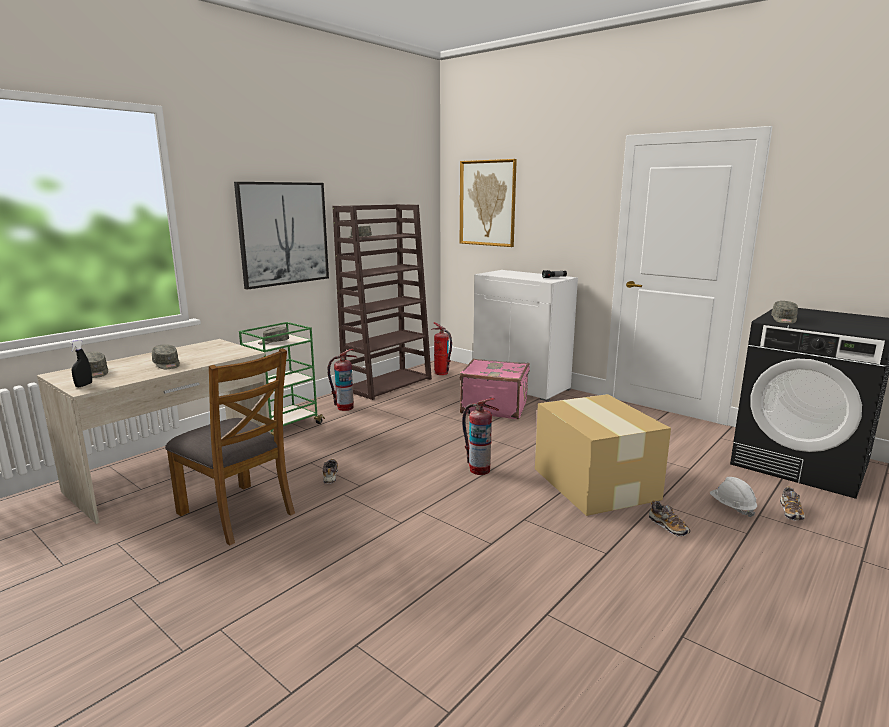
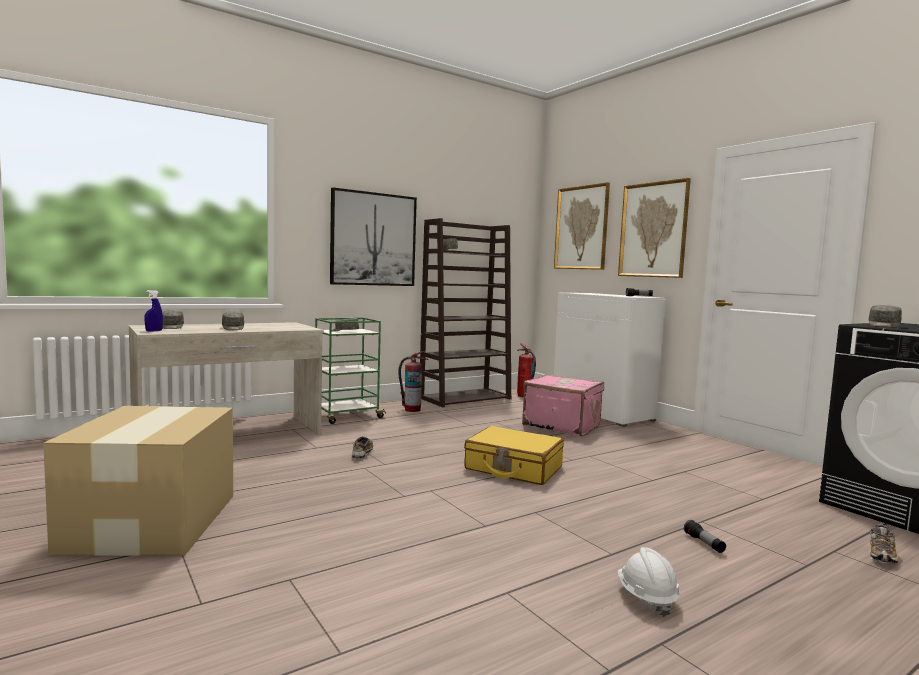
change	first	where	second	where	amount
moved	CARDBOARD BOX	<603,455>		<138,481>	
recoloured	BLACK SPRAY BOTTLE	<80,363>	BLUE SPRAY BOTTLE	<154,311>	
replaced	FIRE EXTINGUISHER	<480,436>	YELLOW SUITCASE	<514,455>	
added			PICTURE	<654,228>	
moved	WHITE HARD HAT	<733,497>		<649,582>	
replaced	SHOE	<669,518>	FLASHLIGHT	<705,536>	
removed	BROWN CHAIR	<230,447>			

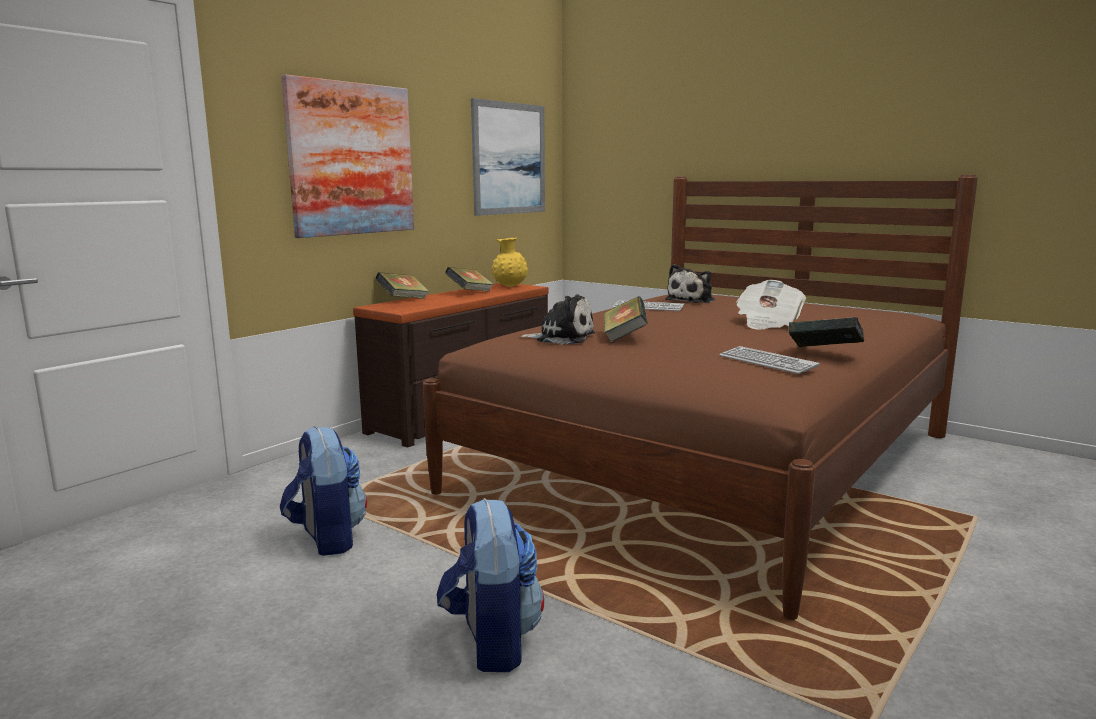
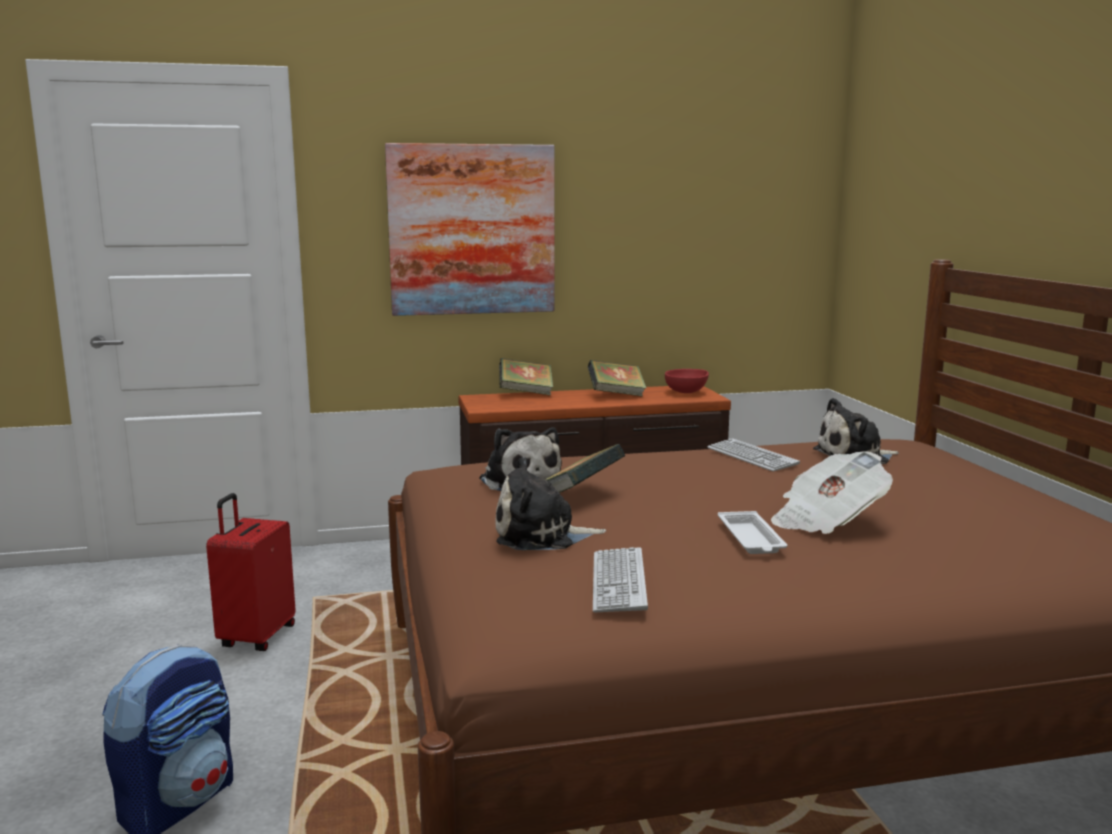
change	first	where	second	where	amount
replaced	BACKPACK	<323,491>	RED SUITCASE	<251,572>	
added			PLUSH TOY	<550,503>	
replaced	YELLOW VASE	<509,262>	RED BOWL	<687,381>	
added			WHITE TRAY	<752,532>	
removed	PICTURE	<508,157>			
removed	BOOK	<826,332>			

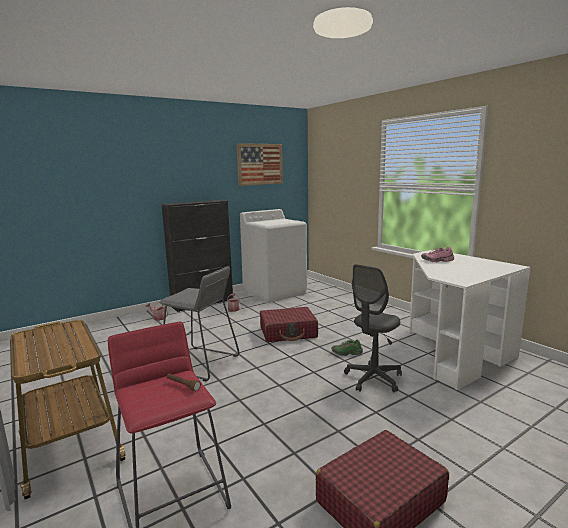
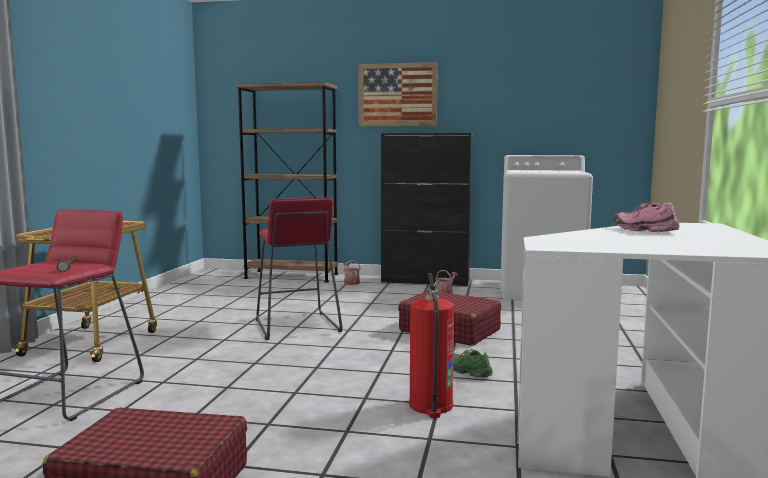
change	first	where	second	where	amount
added			BROWN BOOKCASE	<287,182>	
recoloured	GREY STOOL	<199,323>	RED STOOL	<299,269>	
moved	PICTURE	<260,164>		<398,94>	
replaced	GREY OFFICE CHAIR	<373,328>	FIRE EXTINGUISHER	<431,345>	

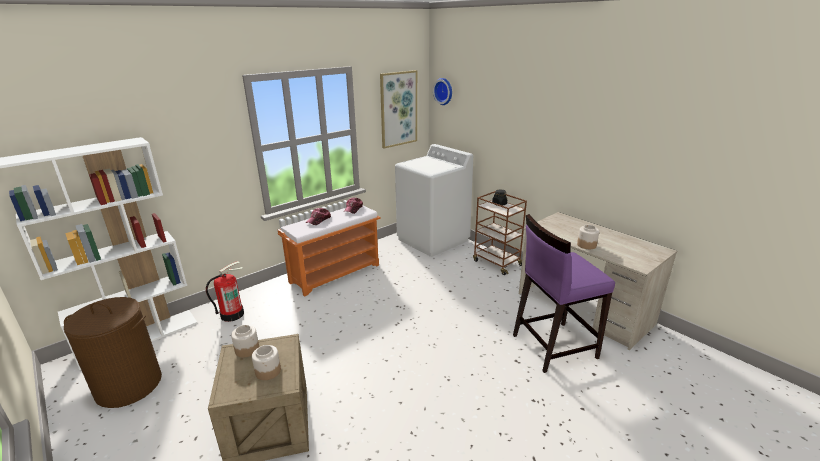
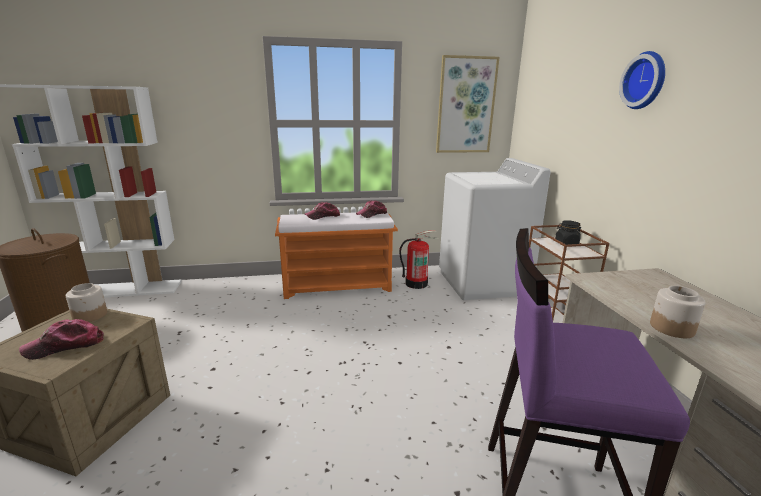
change	first	where	second	where	amount
replaced	JAR	<266,362>	CAP	<61,339>	
moved	FIRE EXTINGUISHER	<225,291>		<418,259>	
moved	WALL CLOCK	<442,91>		<642,80>	

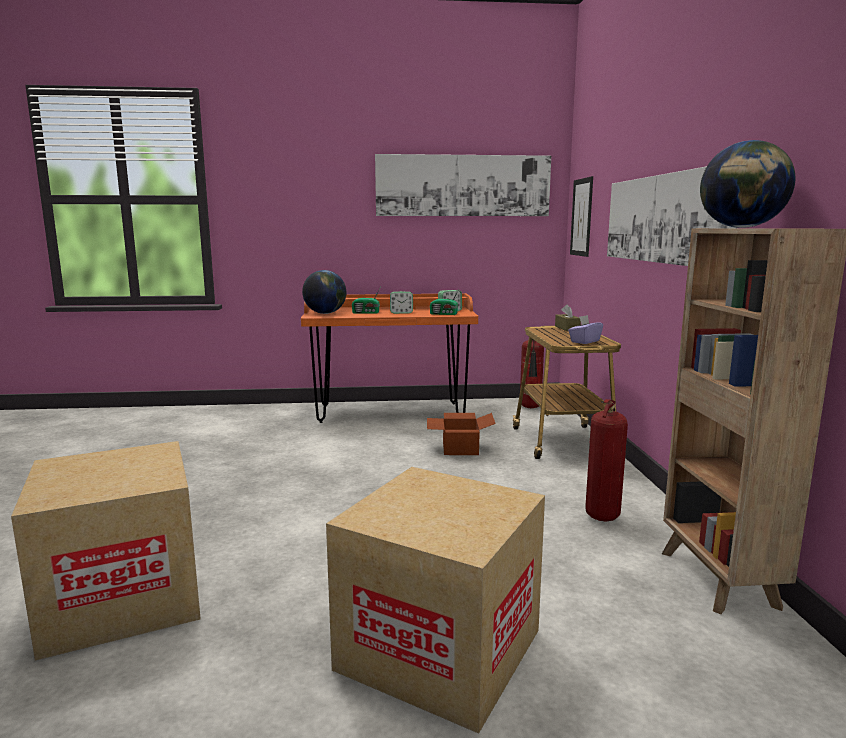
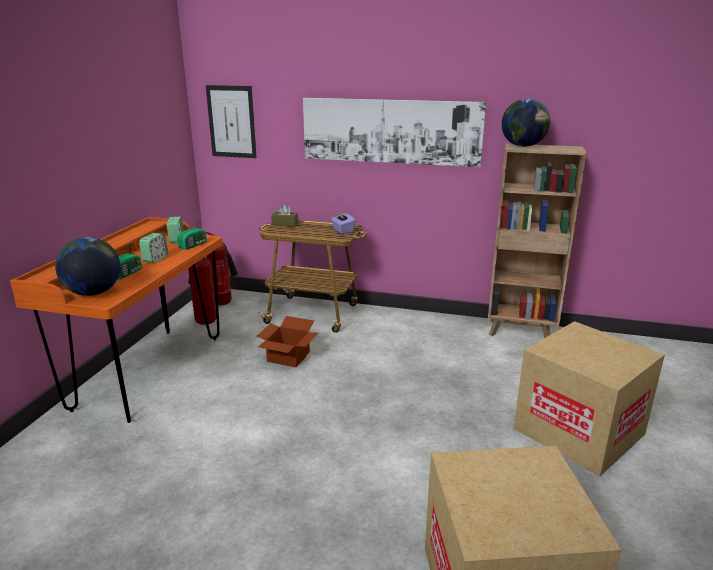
change	first	where	second	where	amount
moved	FIRE EXTINGUISHER	<607,460>		<202,291>	
removed	PICTURE	<463,185>			

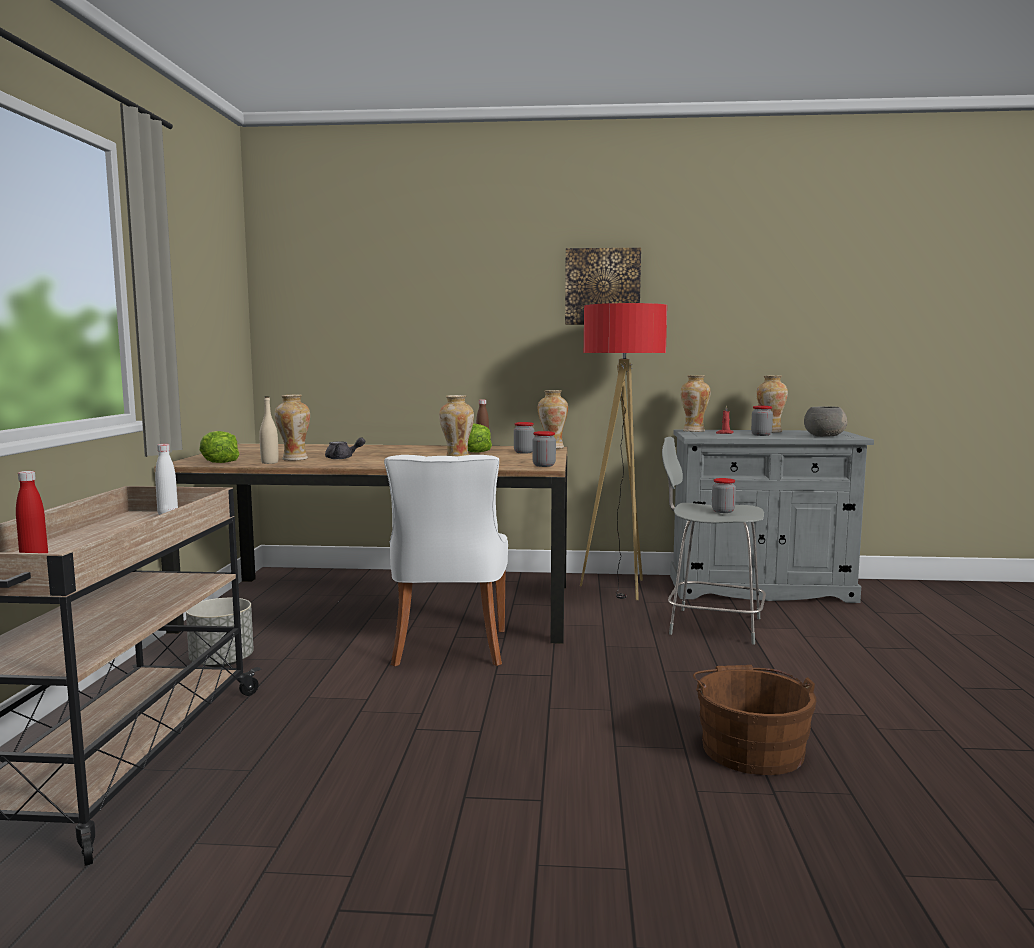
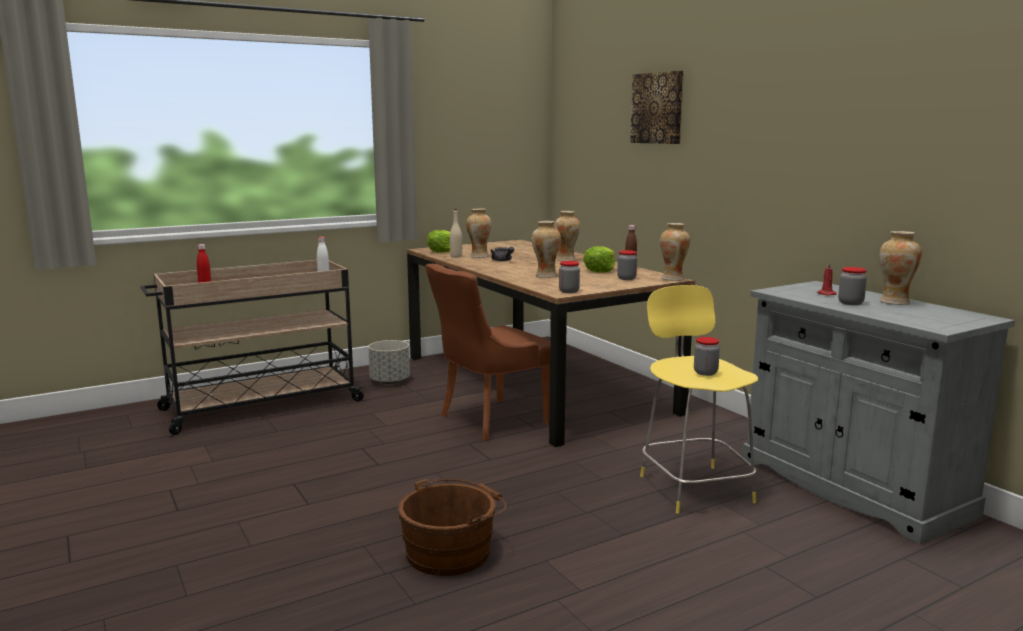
change	first	where	second	where	amount
recoloured	WHITE CHAIR	<446,560>	BROWN CHAIR	<487,352>	
moved	VASE	<695,403>		<567,236>	
moved	PICTURE	<603,286>		<657,107>	
recoloured	GREY STOOL	<714,541>	YELLOW STOOL	<699,399>	
removed	FLOOR LAMP	<623,451>			
removed	GREY BOWL	<825,421>			

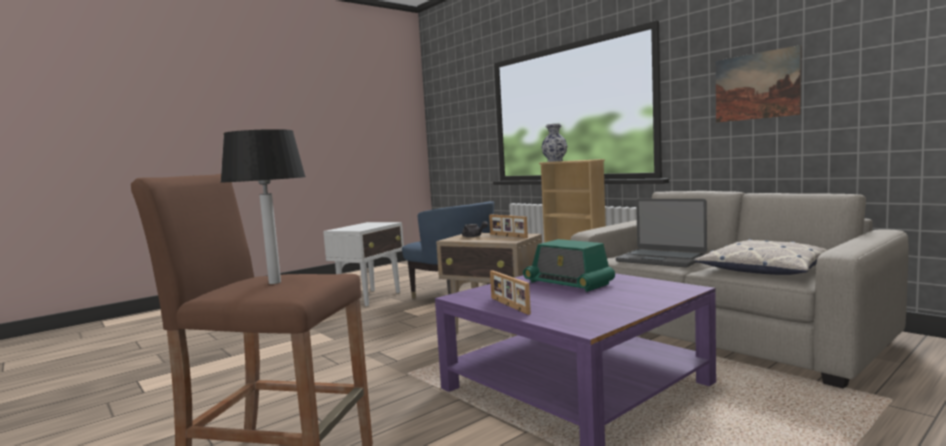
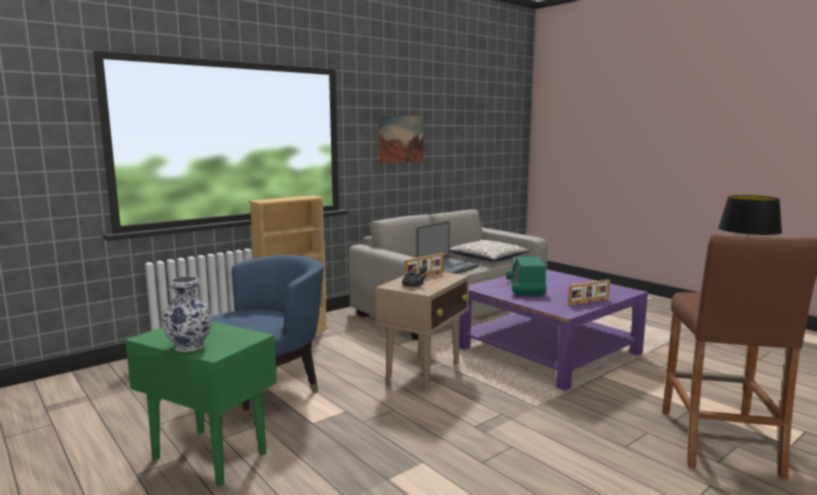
change	first	where	second	where	amount
recoloured	WHITE SIDE TABLE	<363,264>	GREEN SIDE TABLE	<201,404>	
moved	VASE	<554,143>		<187,314>	
turned	RADIO	<569,265>		<526,276>	135 degrees clockwise

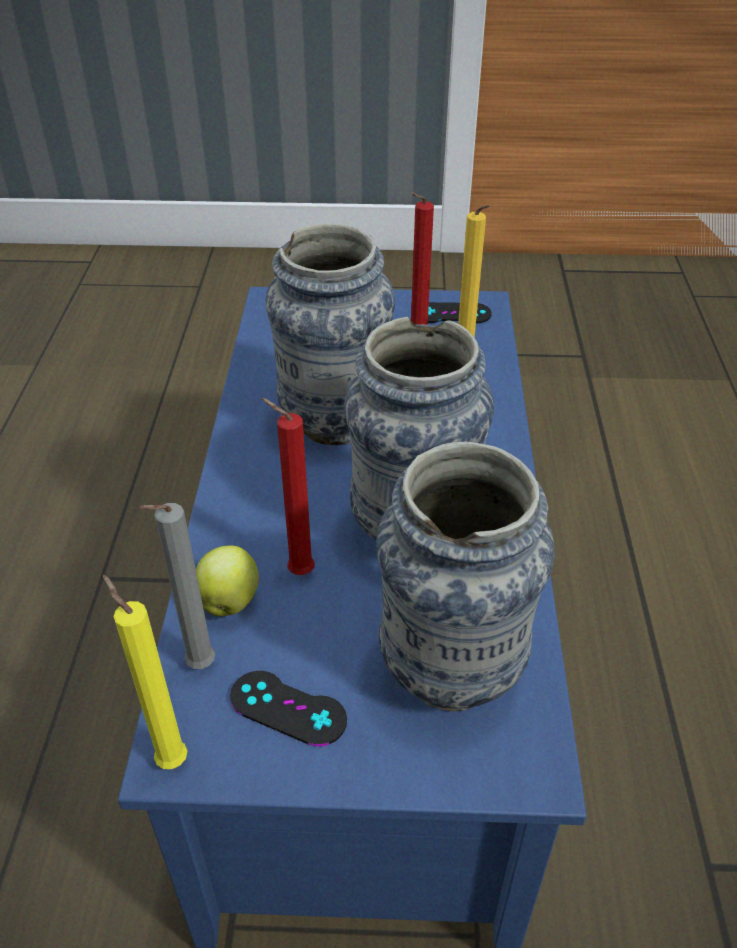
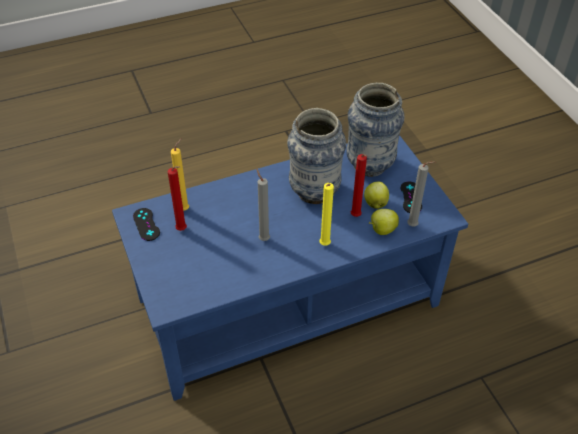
change	first	where	second	where	amount
replaced	VASE	<330,334>	GREY CANDLE	<263,204>	
moved	YELLOW CANDLE	<145,672>		<326,214>	
added			APPLE	<376,195>	

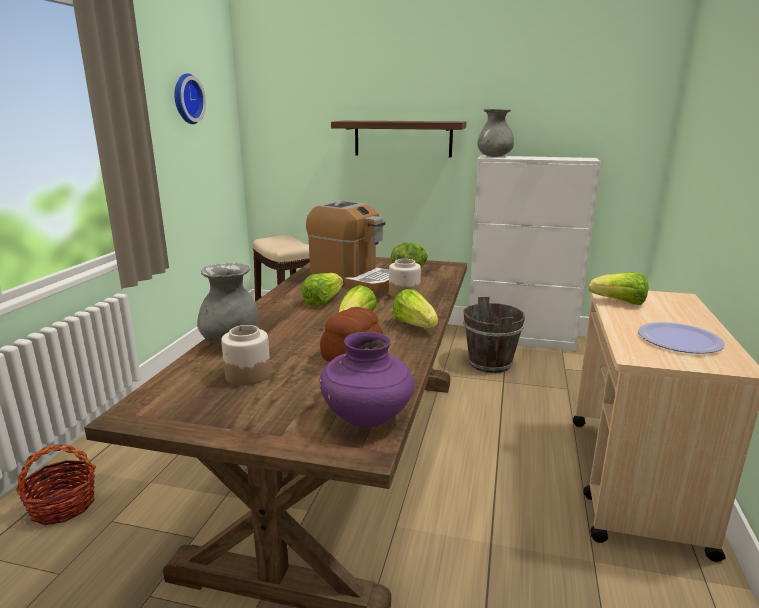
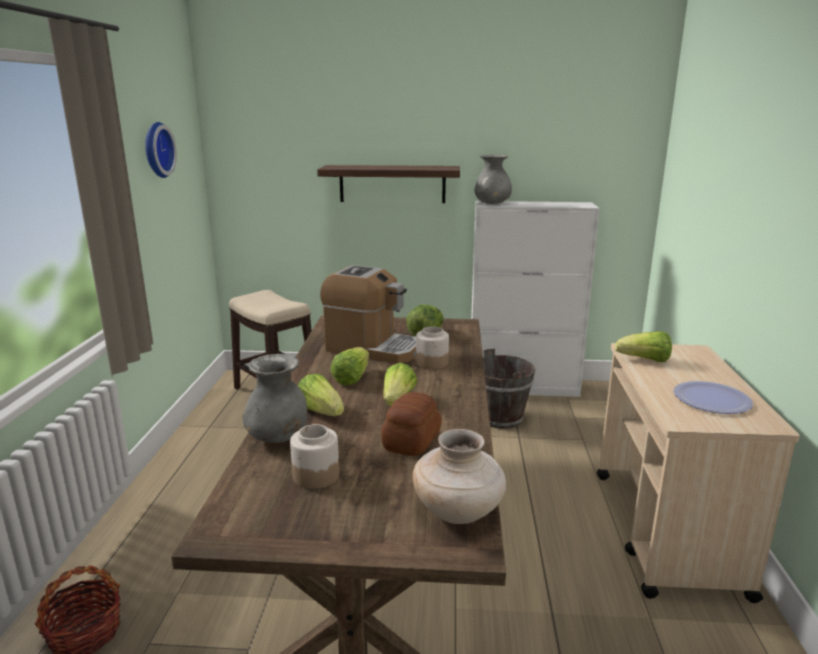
change	first	where	second	where	amount
moved	LETTUCE	<415,308>		<321,395>	
recoloured	PURPLE VASE	<366,379>	BEIGE VASE	<459,476>	

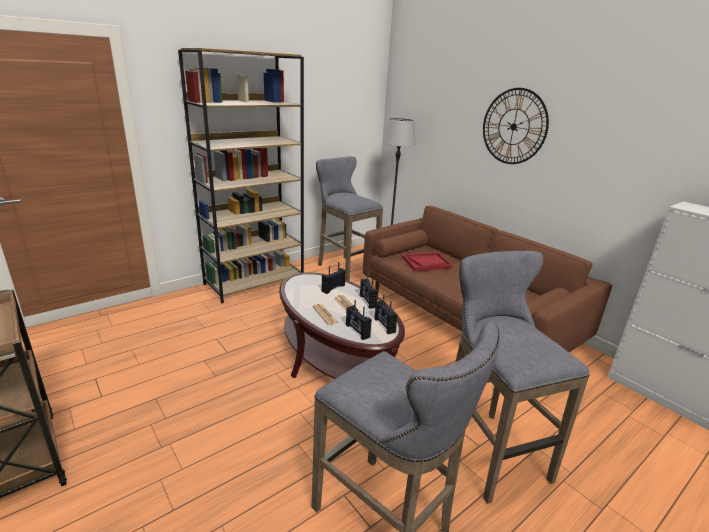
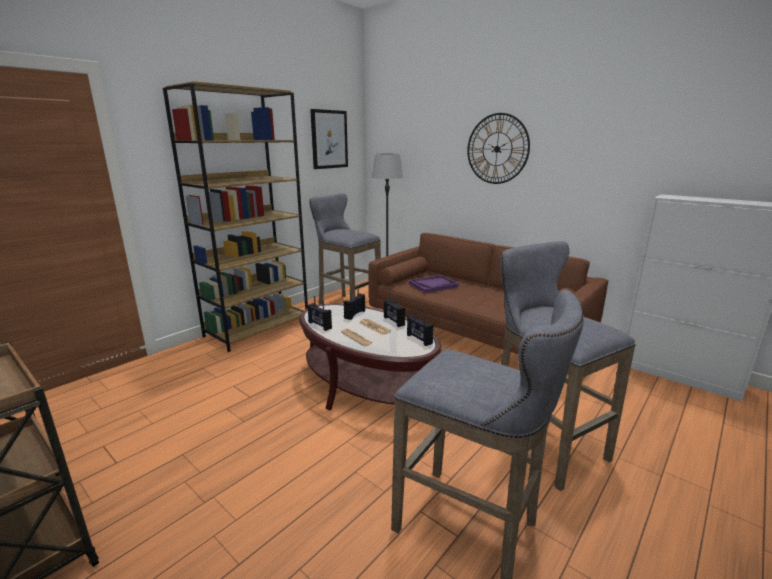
change	first	where	second	where	amount
moved	RADIO	<359,320>		<319,313>	
added			PICTURE	<329,139>	
recoloured	RED TRAY	<427,261>	PURPLE TRAY	<434,284>	

